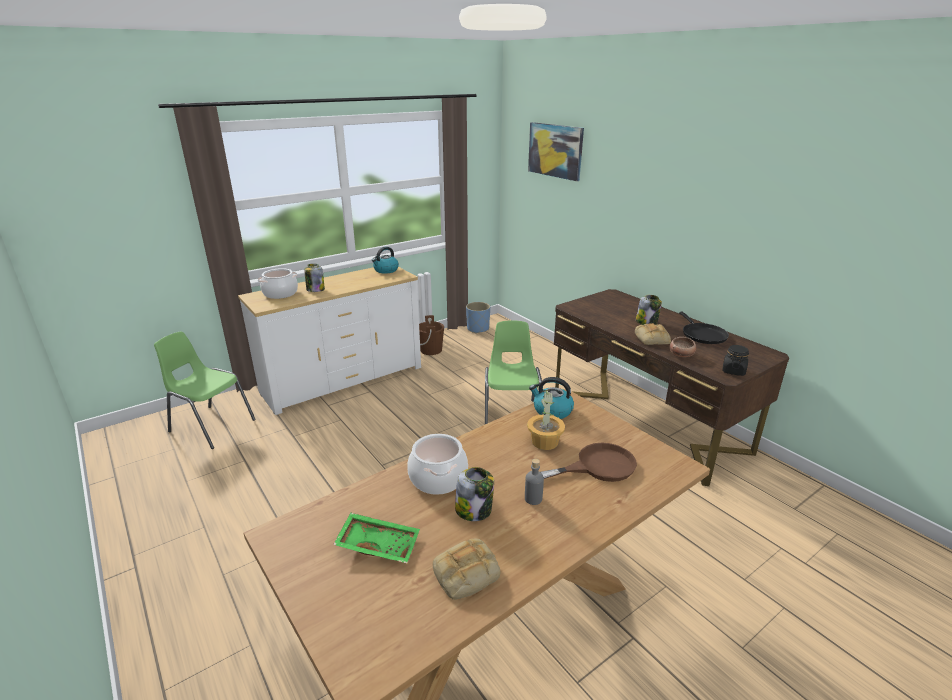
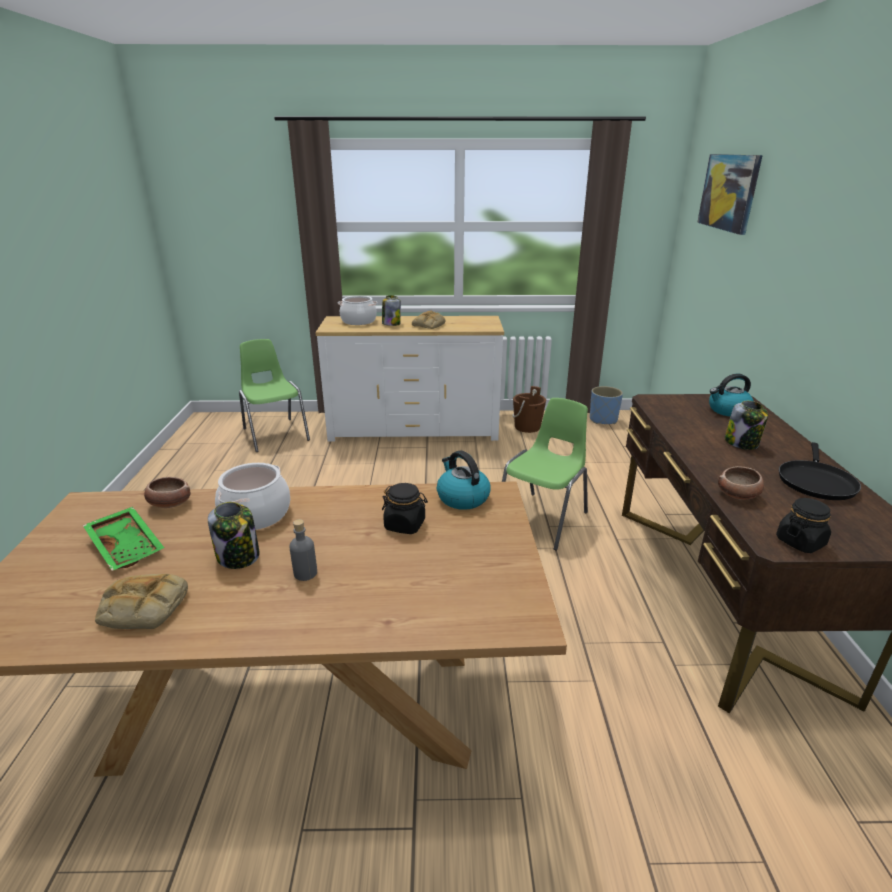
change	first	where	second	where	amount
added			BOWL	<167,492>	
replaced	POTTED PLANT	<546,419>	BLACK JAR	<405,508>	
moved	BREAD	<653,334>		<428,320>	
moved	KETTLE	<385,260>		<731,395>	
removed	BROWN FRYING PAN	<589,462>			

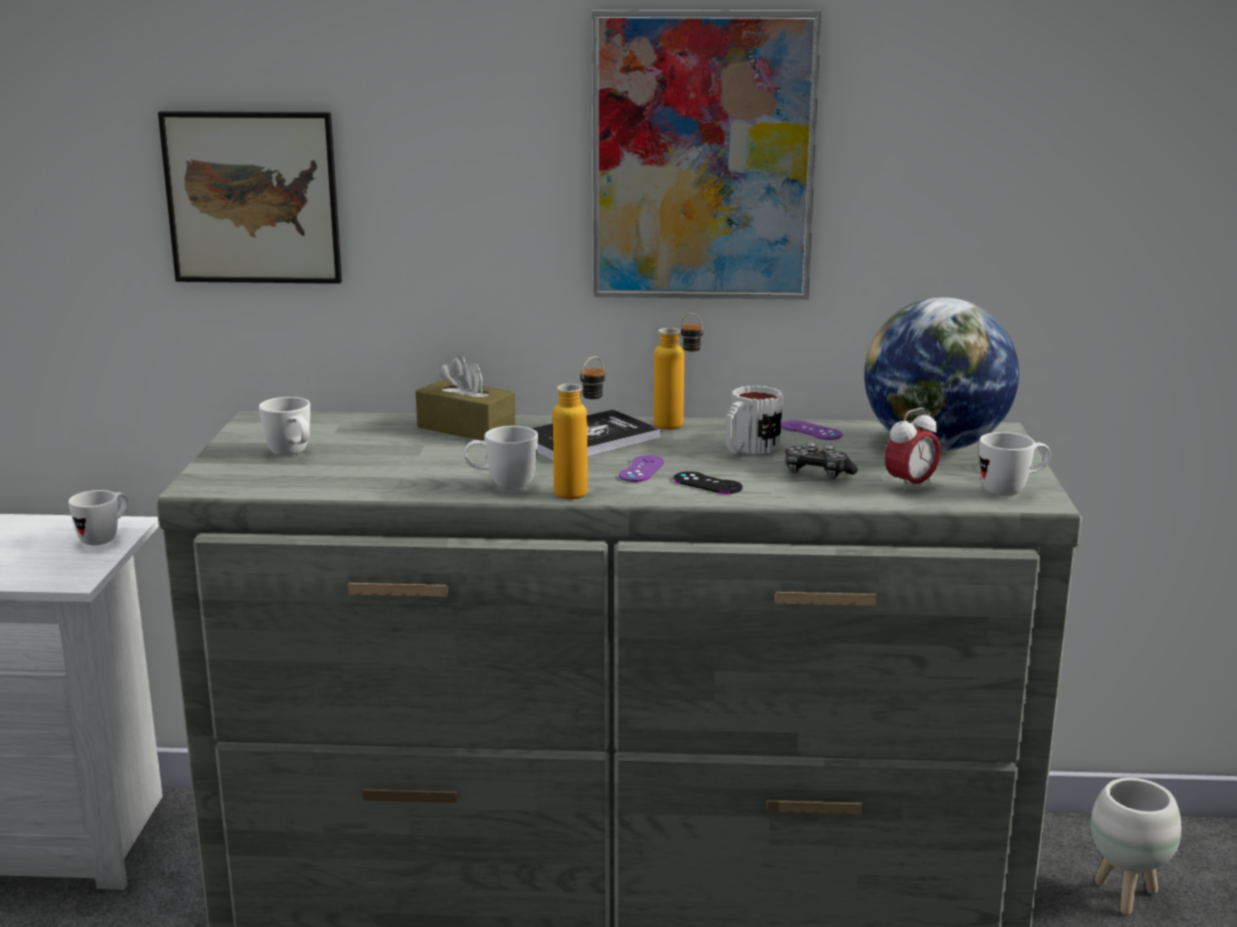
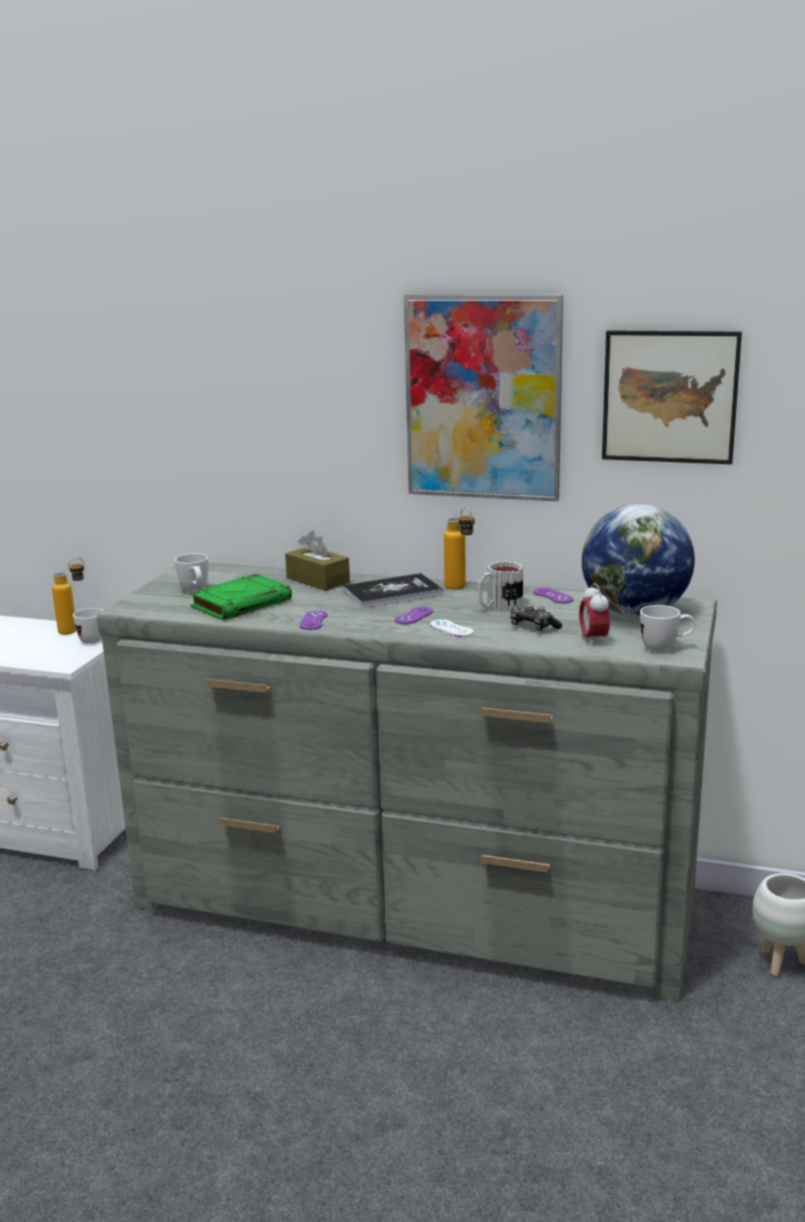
change	first	where	second	where	amount
moved	BOTTLE	<579,427>		<68,596>	
added			GREEN BOOK	<240,597>	
replaced	WHITE MUG	<501,457>	PURPLE GAME CONTROLLER	<313,620>	
recoloured	BLACK GAME CONTROLLER	<708,482>	WHITE GAME CONTROLLER	<452,628>	
turned	ALARM CLOCK	<913,450>		<594,614>	105 degrees clockwise
moved	PICTURE	<250,197>		<672,397>	

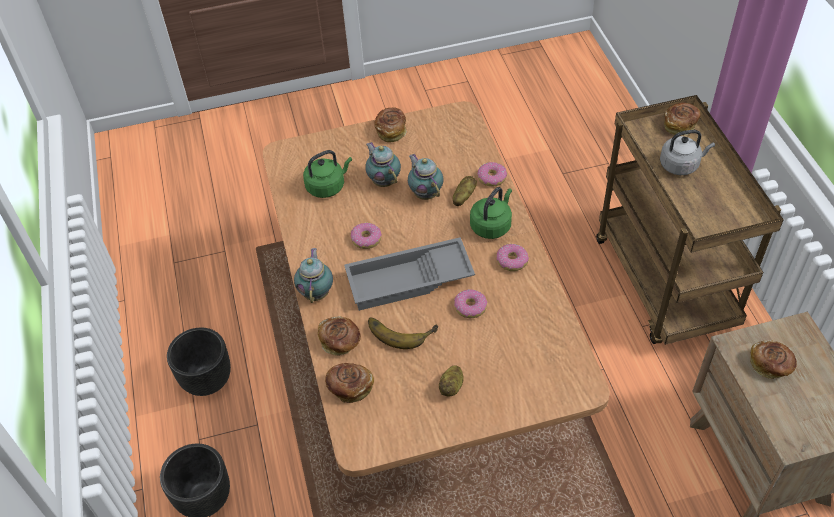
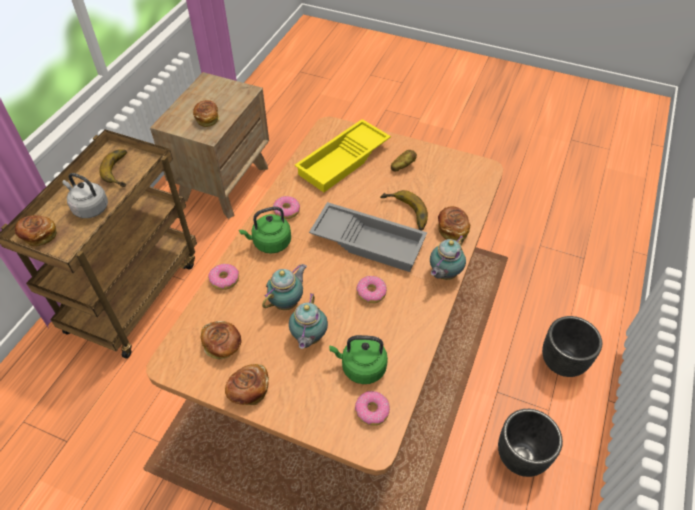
change	first	where	second	where	amount
added			BANANA	<113,168>	
moved	BREAD	<349,383>		<221,340>	
turned	TEAPOT	<425,177>		<284,287>	150 degrees counterclockwise
added			YELLOW TRAY	<343,155>	
moved	DONUT	<471,303>		<372,408>	
removed	POTATO	<465,191>			

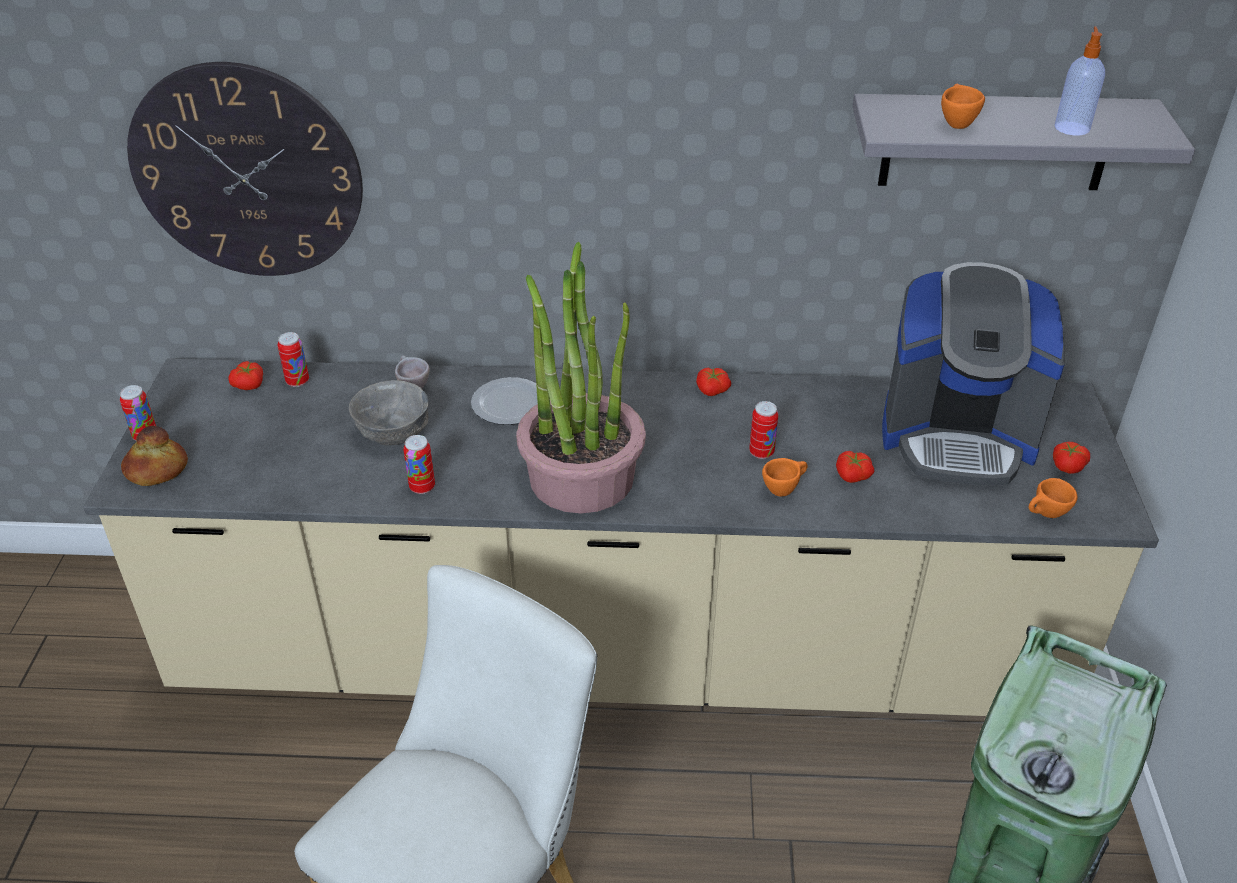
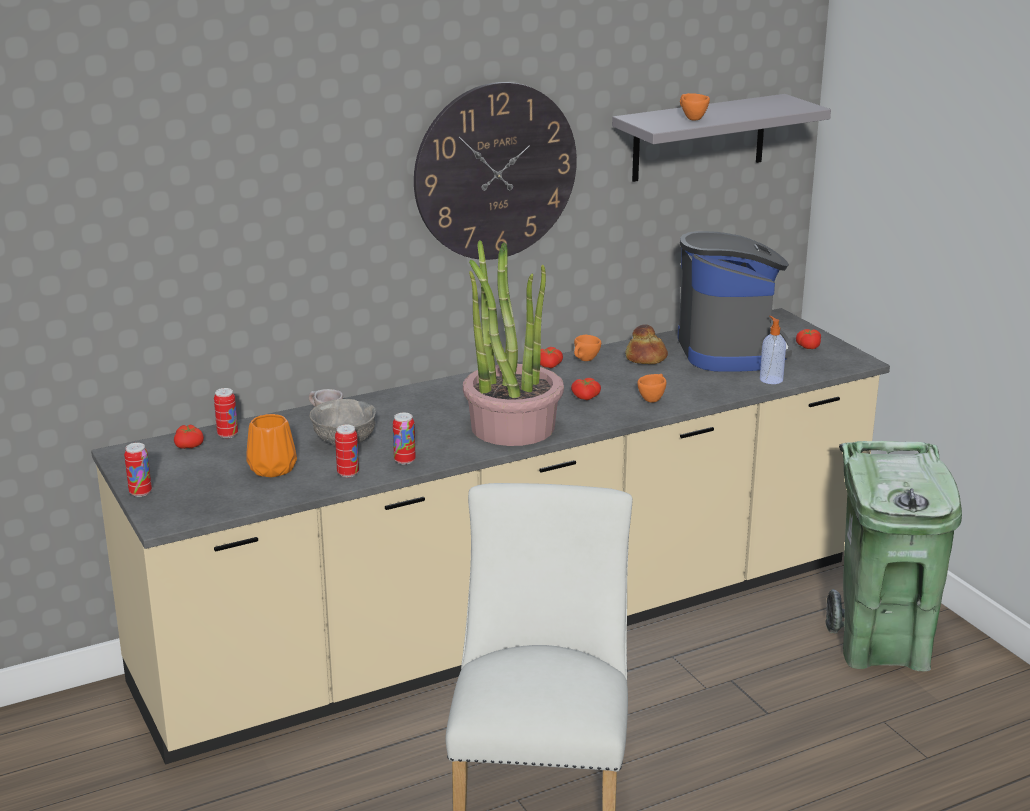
change	first	where	second	where	amount
added			ORANGE VASE	<271,446>	
moved	CAN	<763,430>		<347,451>	
moved	WALL CLOCK	<245,169>		<495,171>	
moved	TOMATO	<855,467>		<586,389>	
moved	ORANGE CUP	<1053,498>		<587,348>	
moved	BREAD	<154,456>		<646,344>	
turned	COFFEE MACHINE	<973,374>		<734,301>	75 degrees counterclockwise
moved	SOAP DISPENSER	<1080,81>		<773,350>	
removed	PLATE	<504,401>			

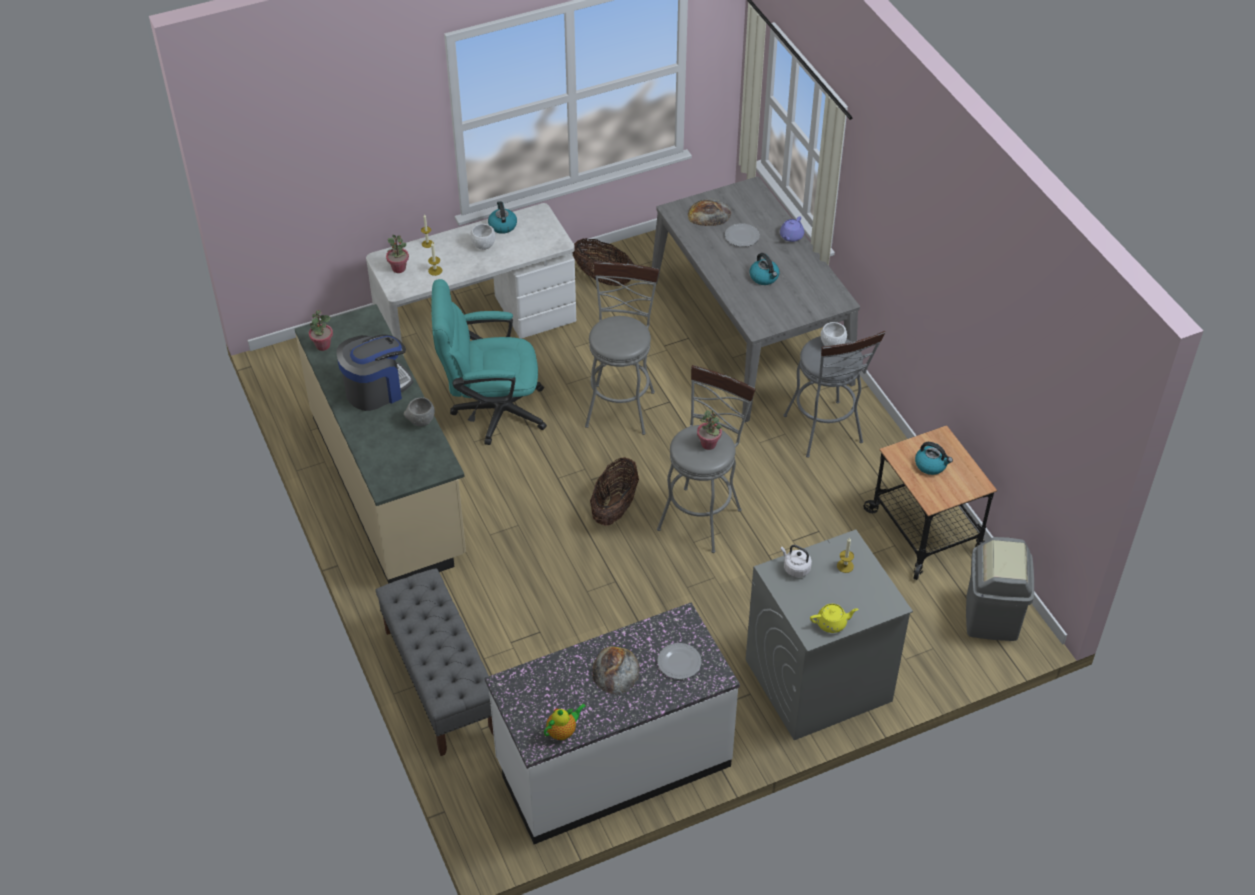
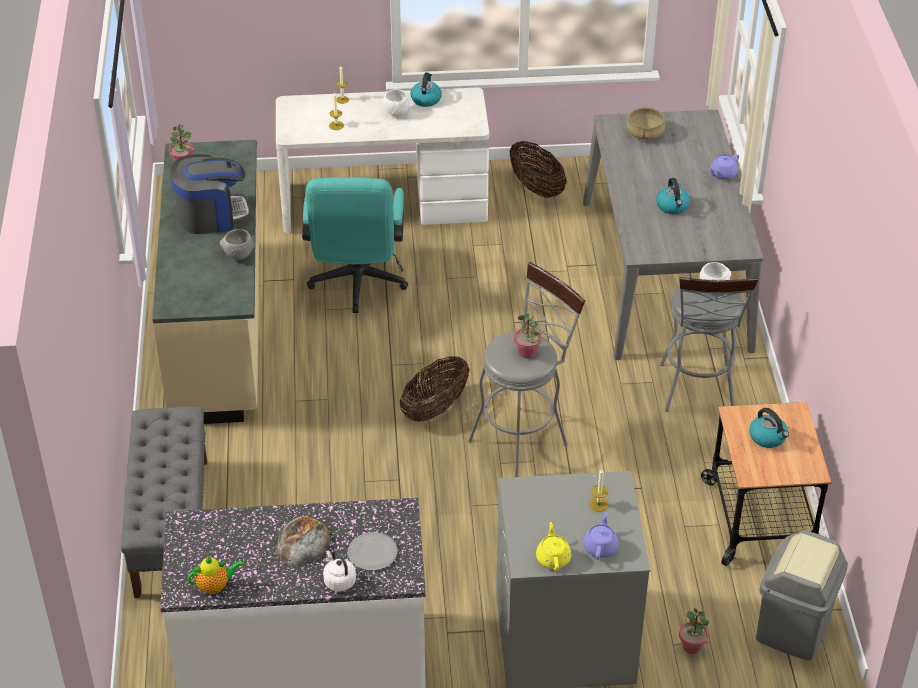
change	first	where	second	where	amount
turned	TURQUOISE OFFICE CHAIR	<489,362>		<355,245>	105 degrees counterclockwise
moved	WHITE KETTLE	<796,561>		<339,571>	
turned	YELLOW TEAPOT	<834,618>		<553,546>	105 degrees counterclockwise
added			PURPLE TEAPOT	<600,536>	
replaced	BREAD	<709,212>	BEIGE COOKING POT	<646,123>	
moved	POTTED PLANT	<397,254>		<694,631>	
removed	GREY STOOL	<622,348>			
removed	PLATE	<742,235>			

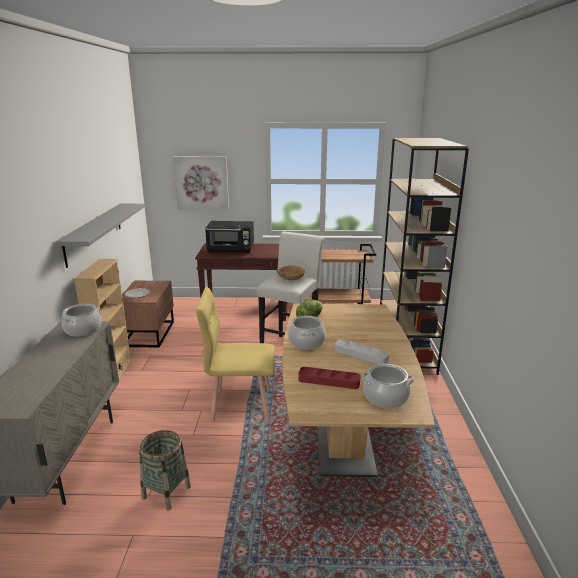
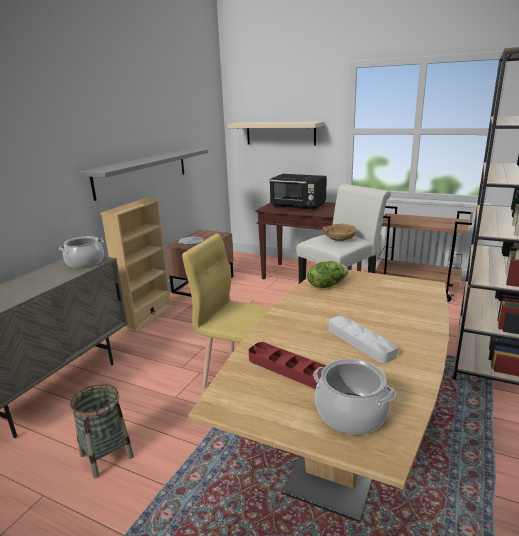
change	first	where	second	where	amount
replaced	PICTURE	<201,183>	BEIGE SHELF	<276,133>	
removed	COOKING POT	<307,333>			

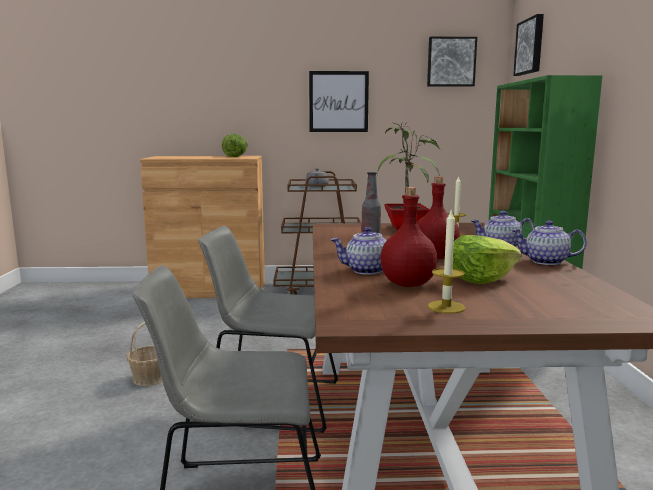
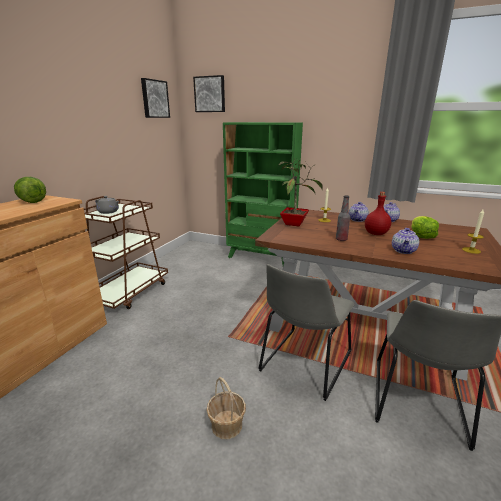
change	first	where	second	where	amount
removed	PICTURE	<339,101>			
removed	RED BOTTLE	<409,237>			

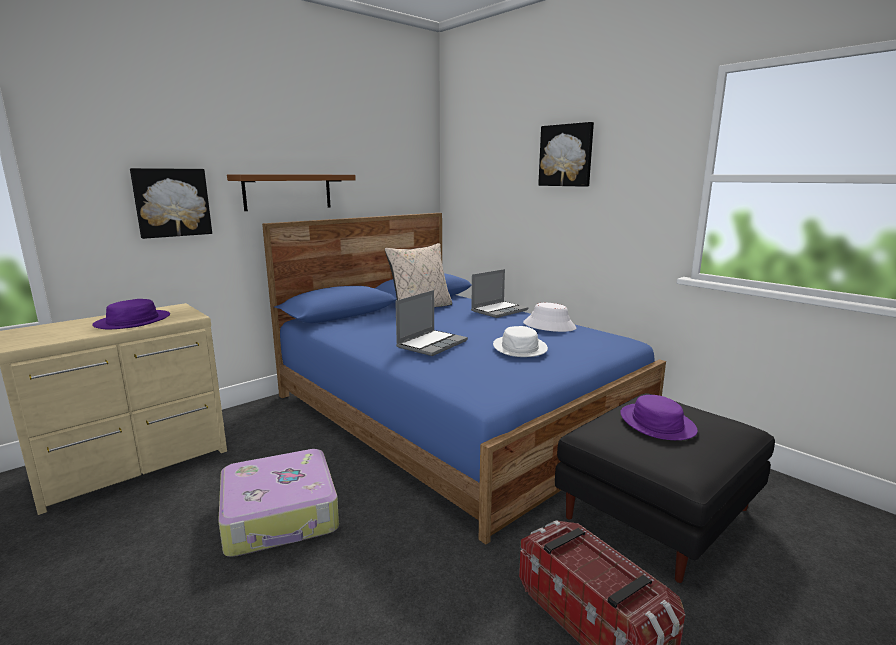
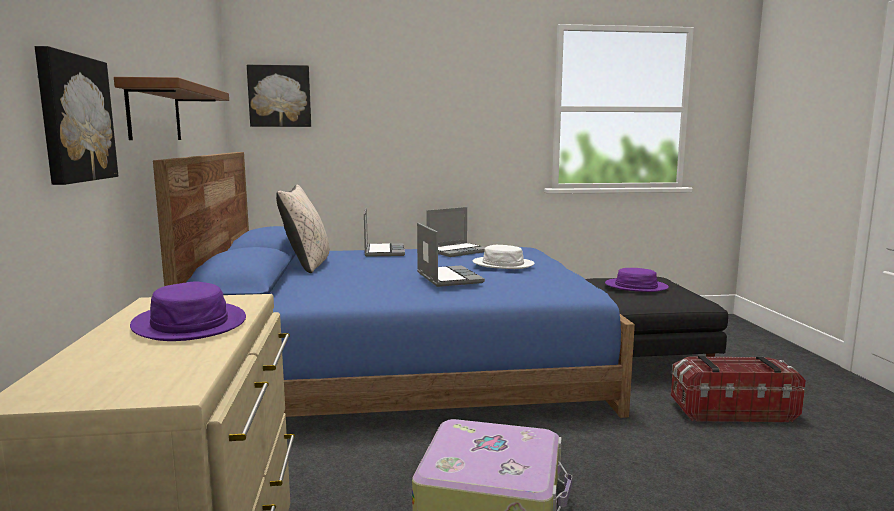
change	first	where	second	where	amount
moved	PICTURE	<566,154>		<279,96>	
replaced	WHITE HAT	<549,317>	LAPTOP	<455,232>	

